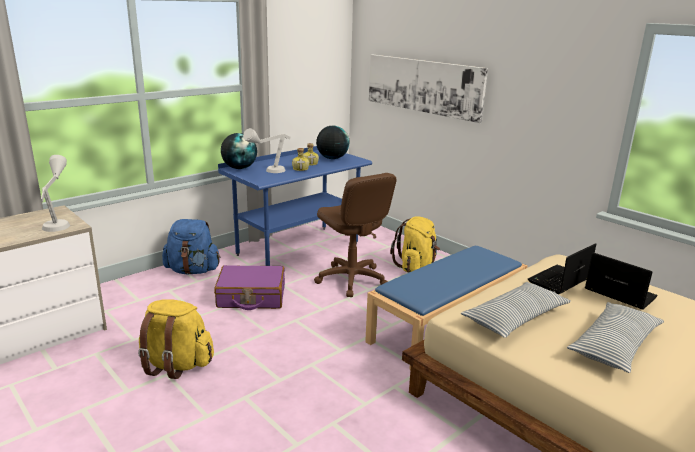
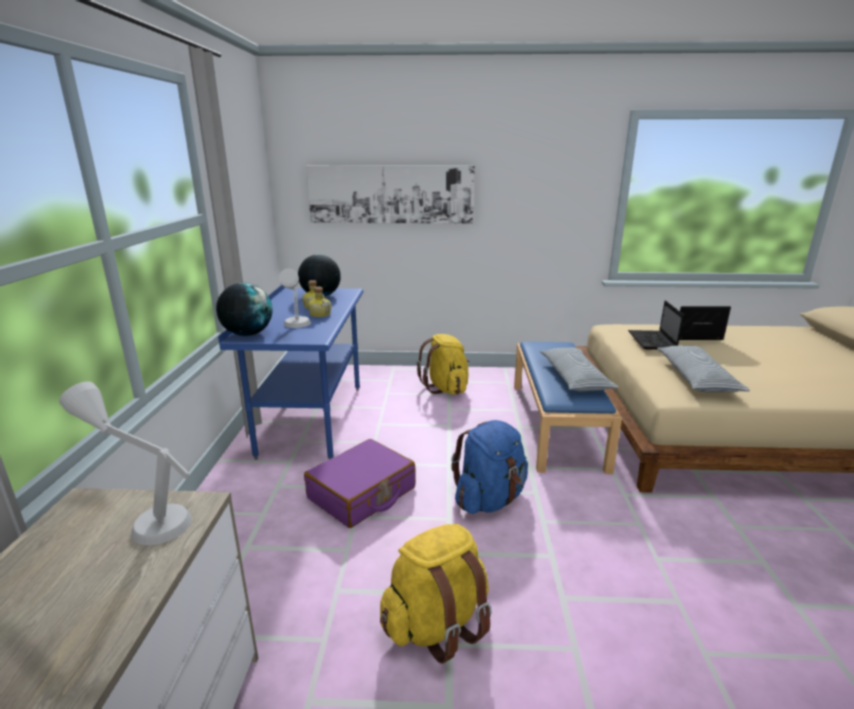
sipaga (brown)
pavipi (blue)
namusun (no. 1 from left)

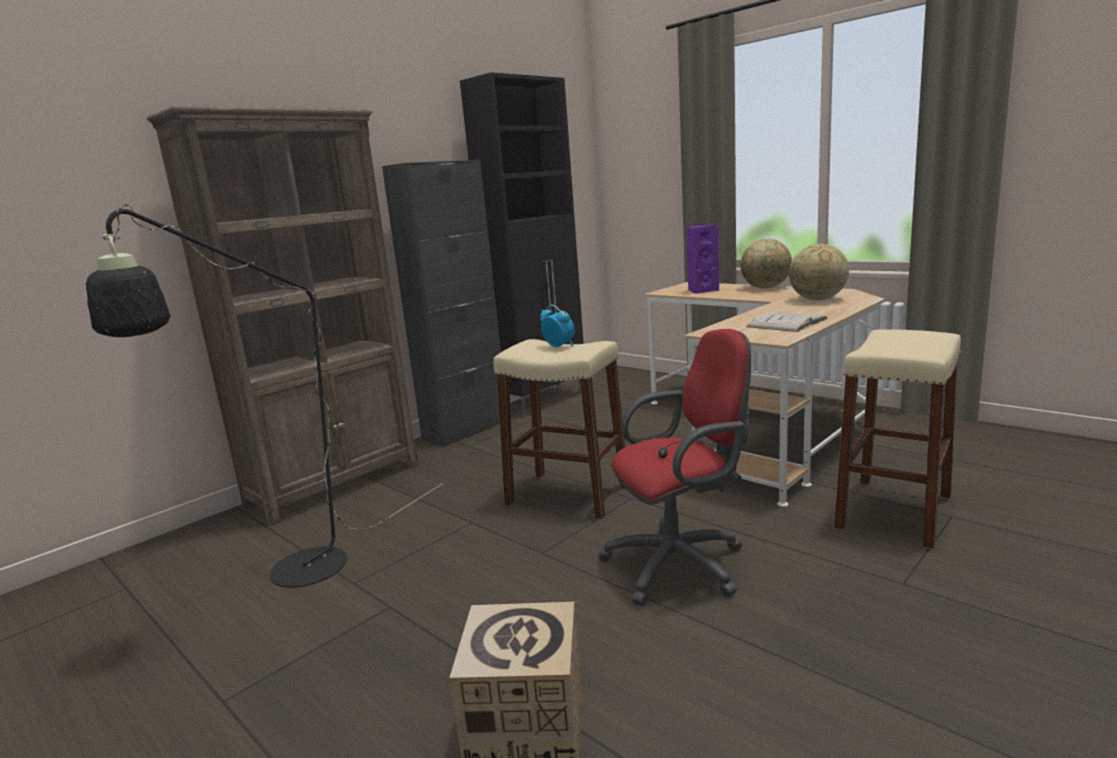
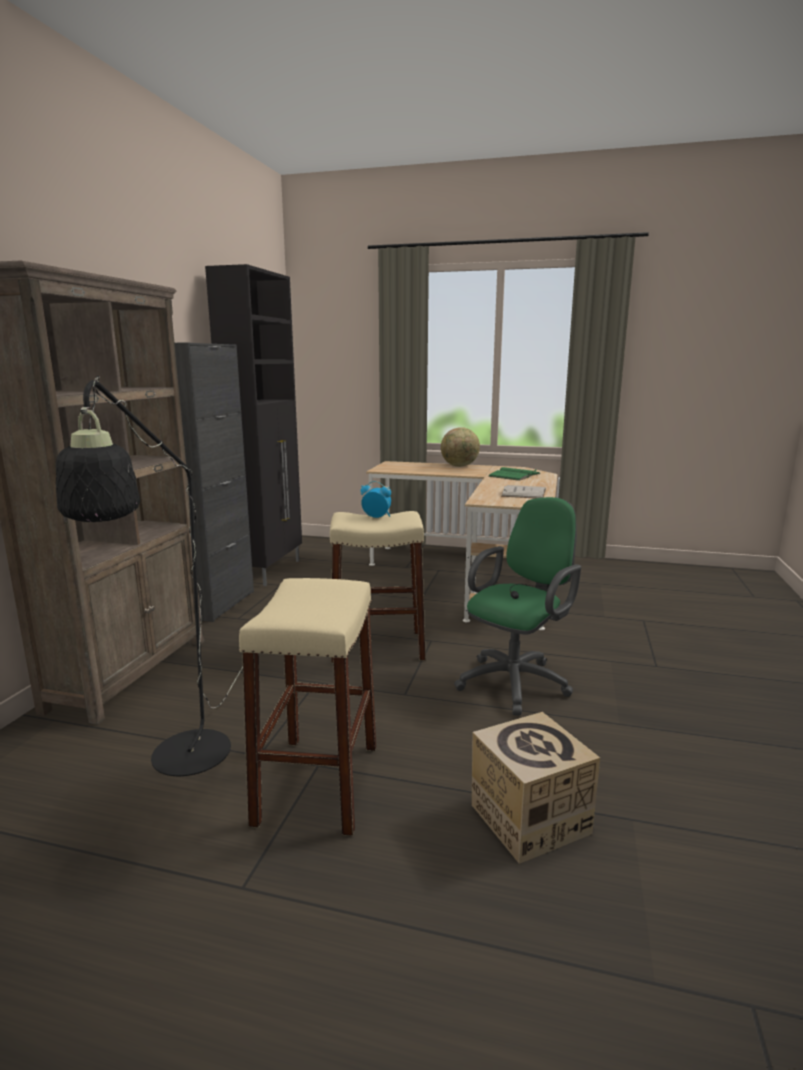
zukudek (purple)
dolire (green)
sipaga (green)
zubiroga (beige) (no. 1 from left)

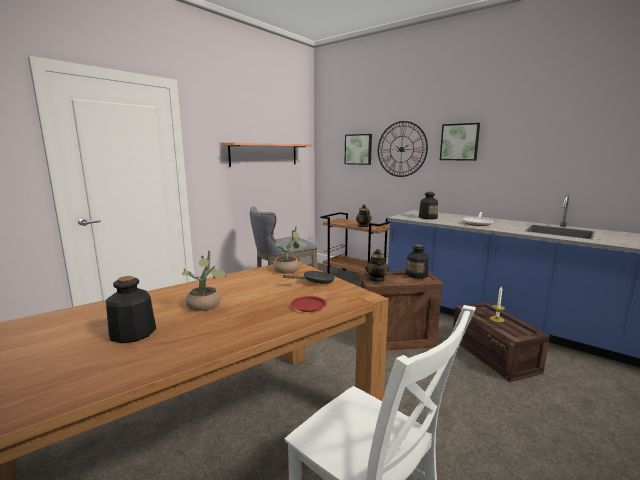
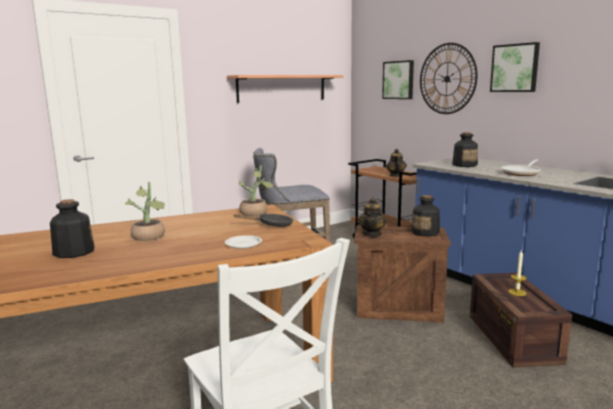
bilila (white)

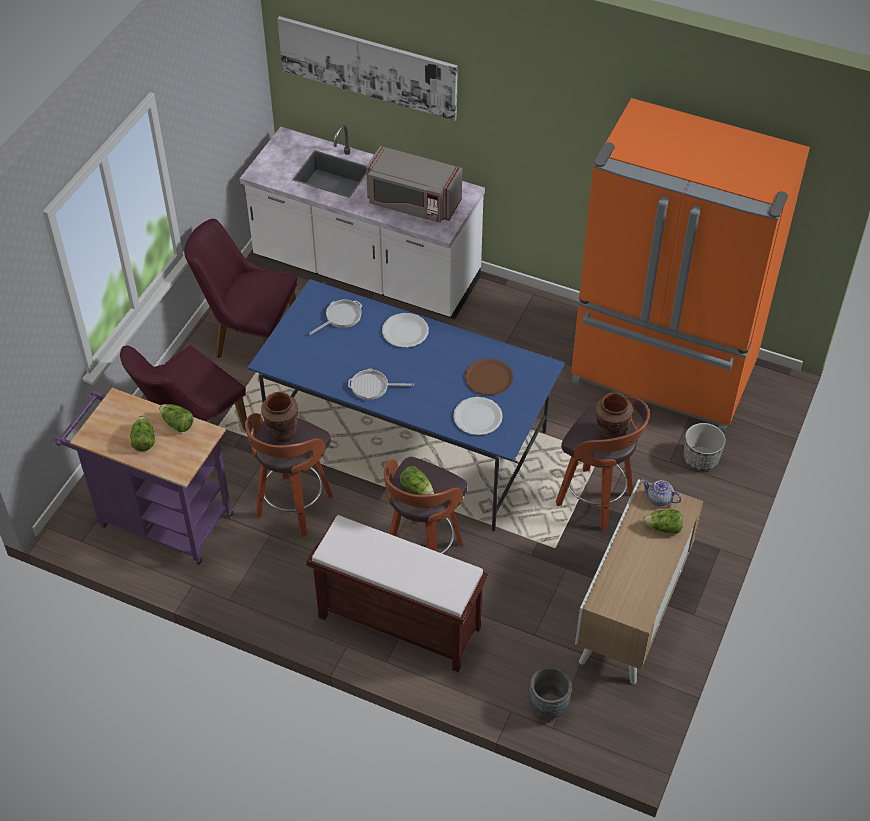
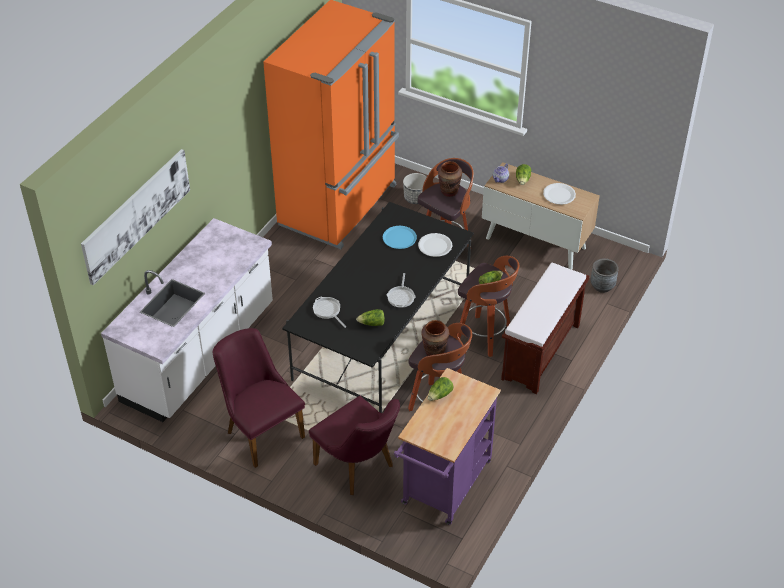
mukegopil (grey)
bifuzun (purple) (no. 1 from left)
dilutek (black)
bilila (white) (no. 2 from left)
bilila (blue)
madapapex (no. 1 from left)

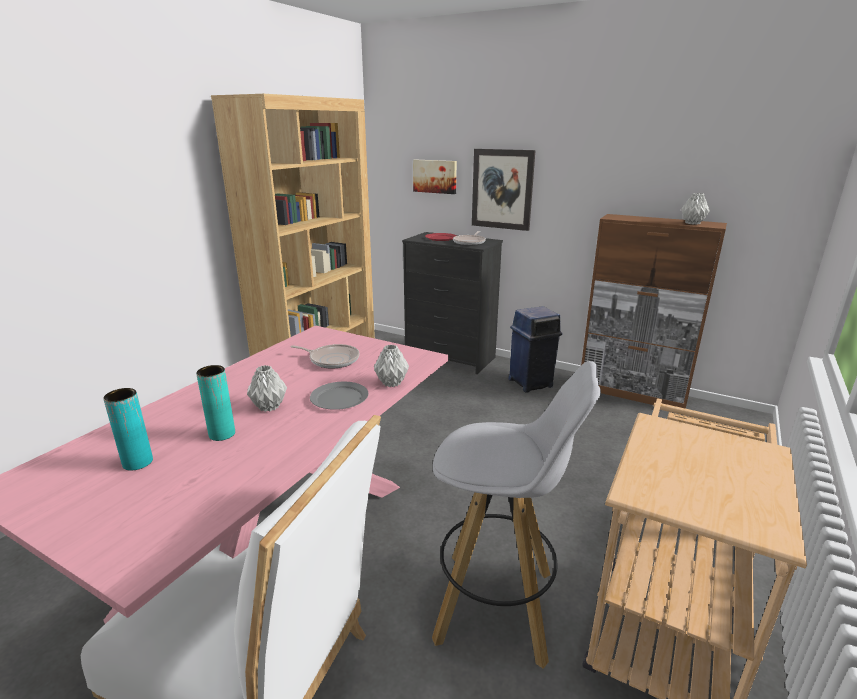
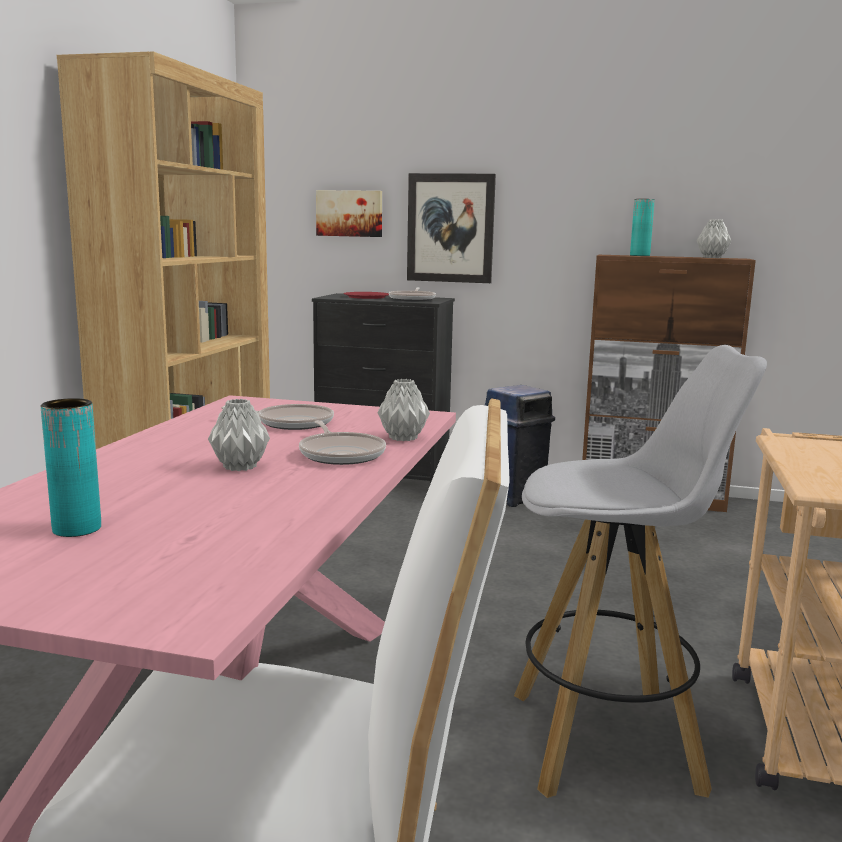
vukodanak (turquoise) (no. 2 from left)
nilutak (no. 2 from left)

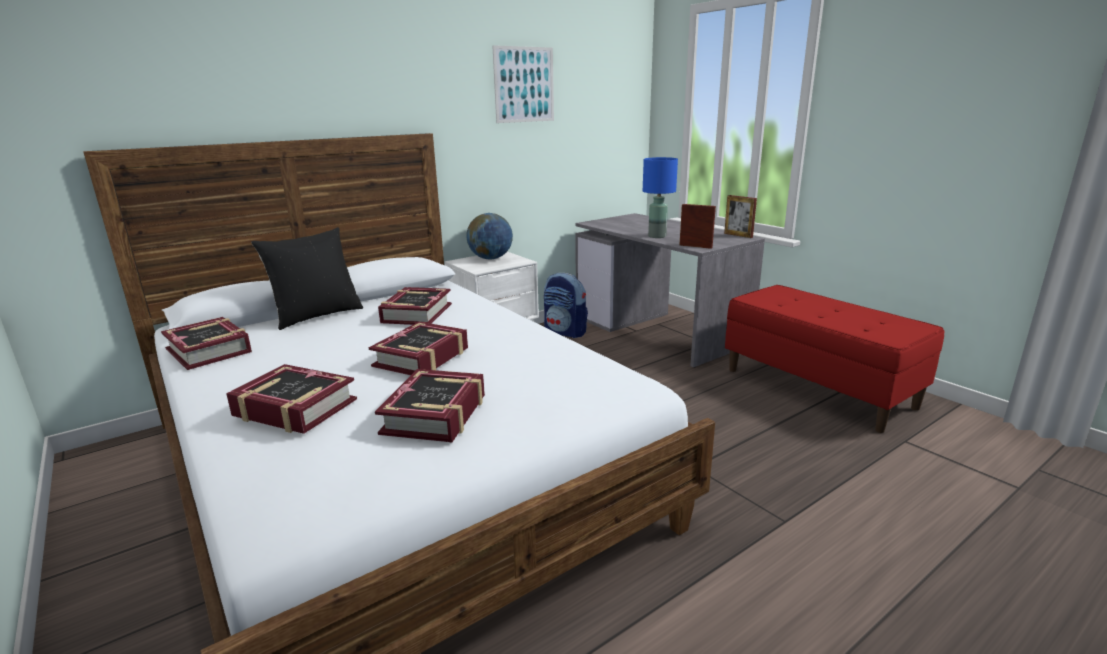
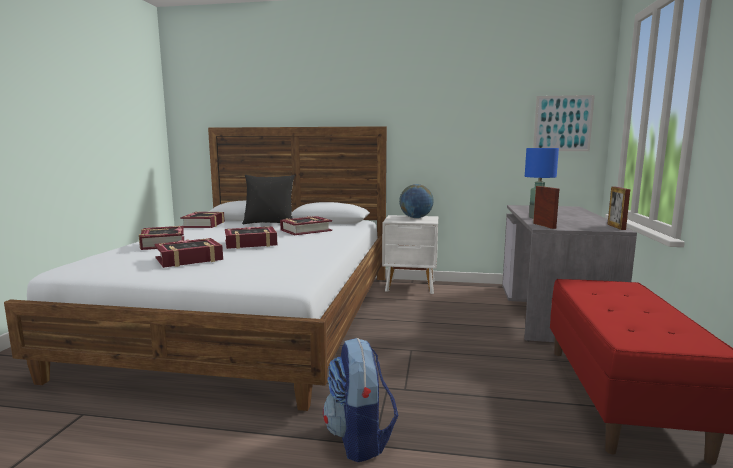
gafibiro
pavipi

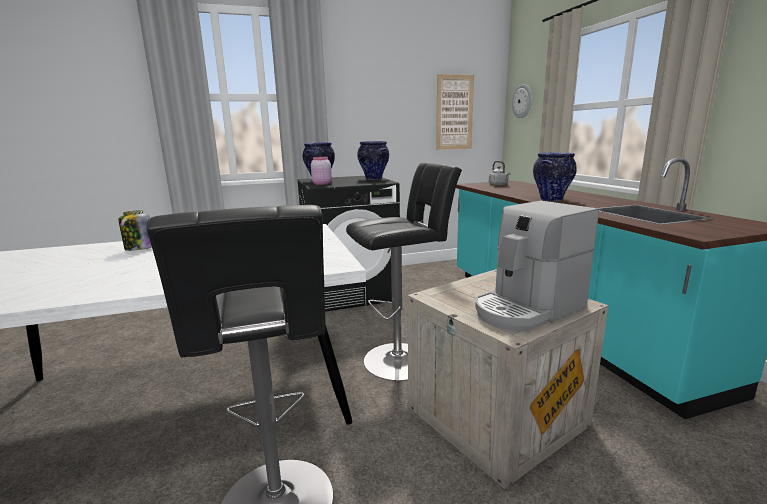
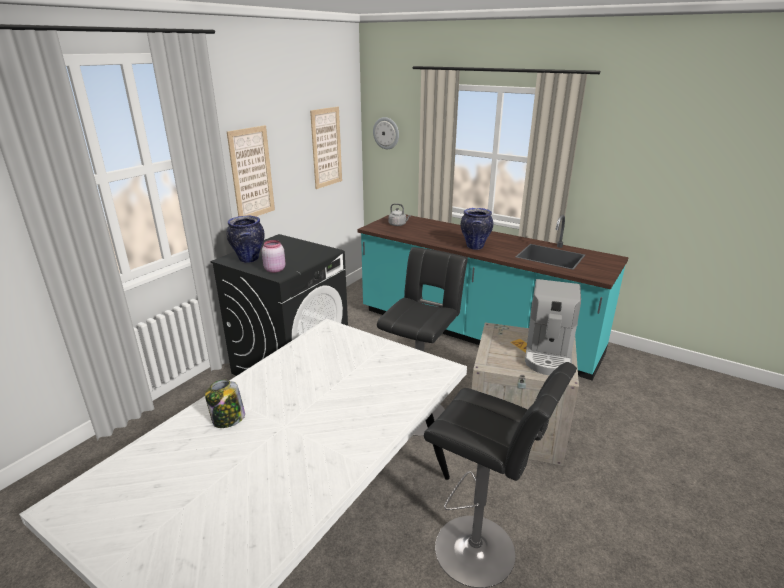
vukodanak (no. 2 from left in the first image)
gafibiro (no. 1 from left)

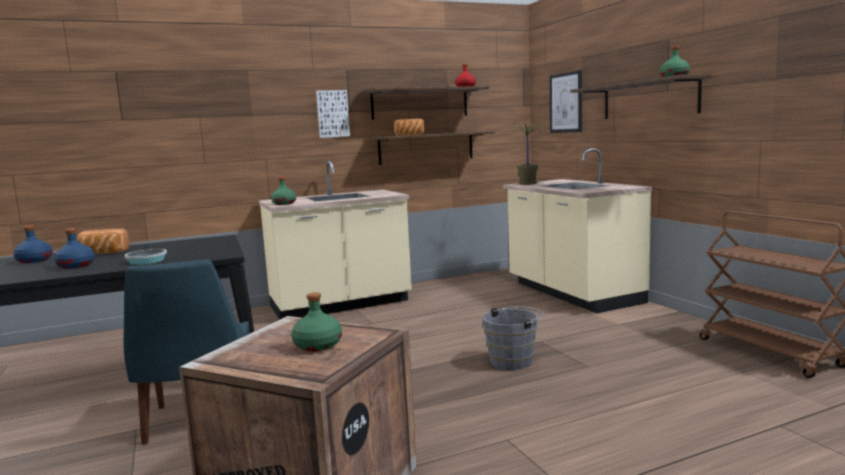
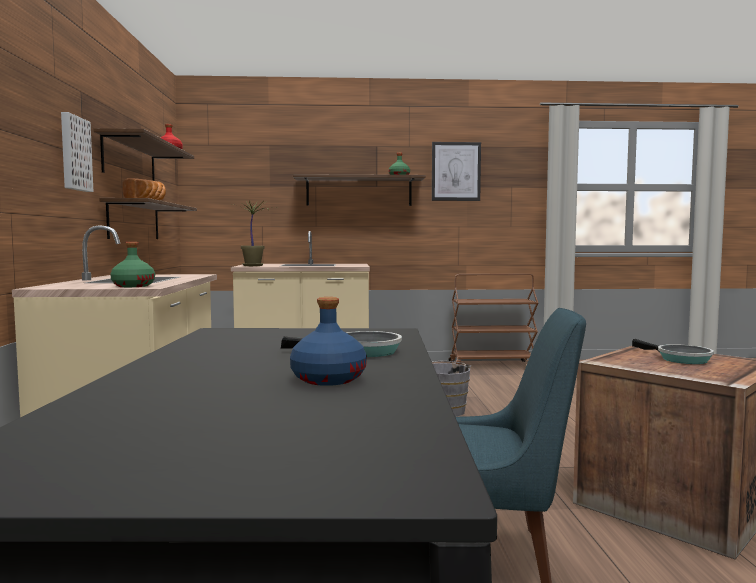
gafibiro (no. 2 from left)
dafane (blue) (no. 1 from left in the first image)
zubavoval (no. 1 from left in the first image)
nilutak (no. 2 from left)

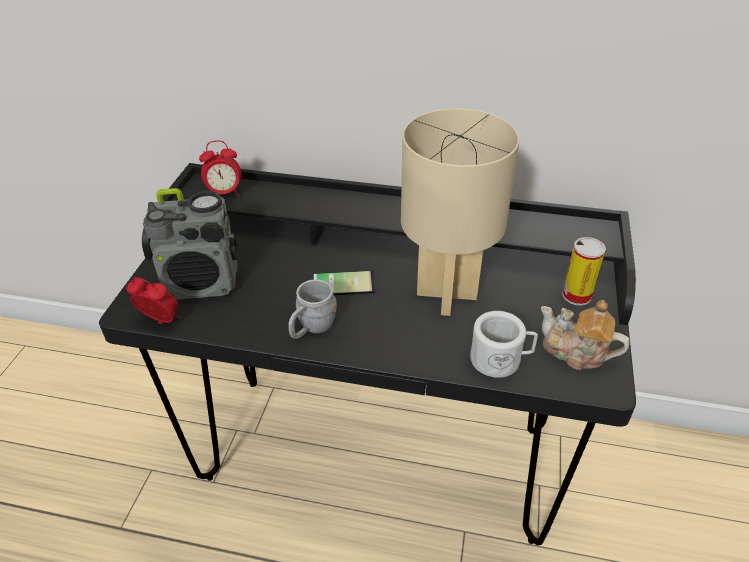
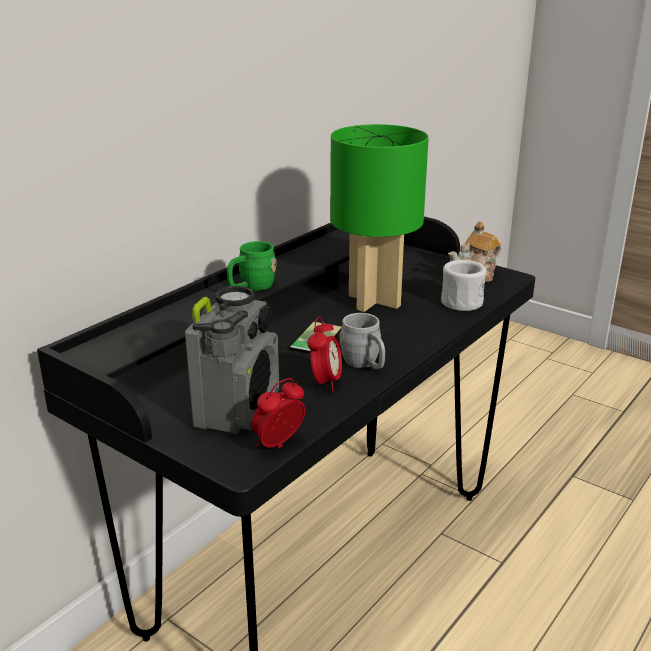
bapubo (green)
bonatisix (no. 2 from left)
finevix
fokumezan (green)

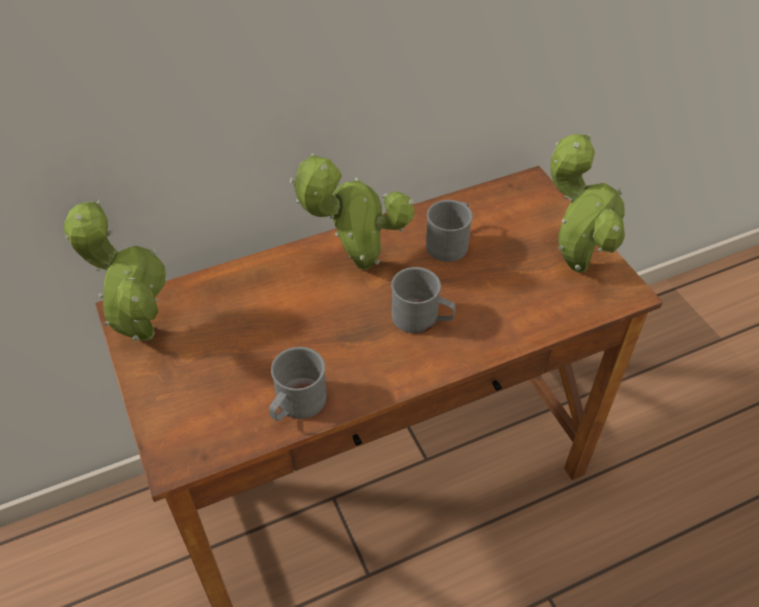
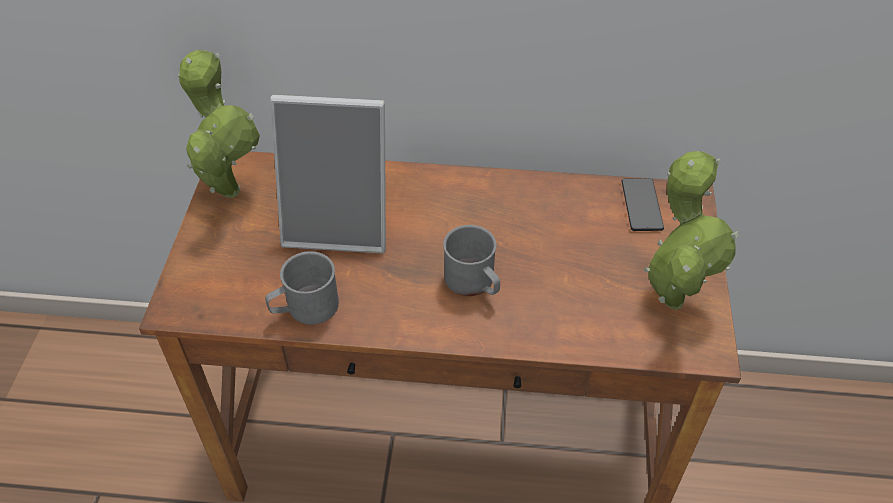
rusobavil (no. 2 from left in the first image)
fokumezan (grey) (no. 3 from left in the first image)
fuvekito
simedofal

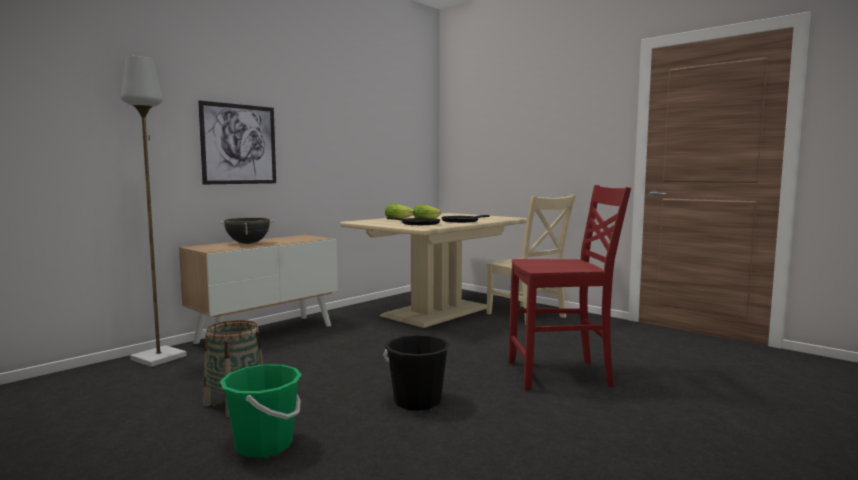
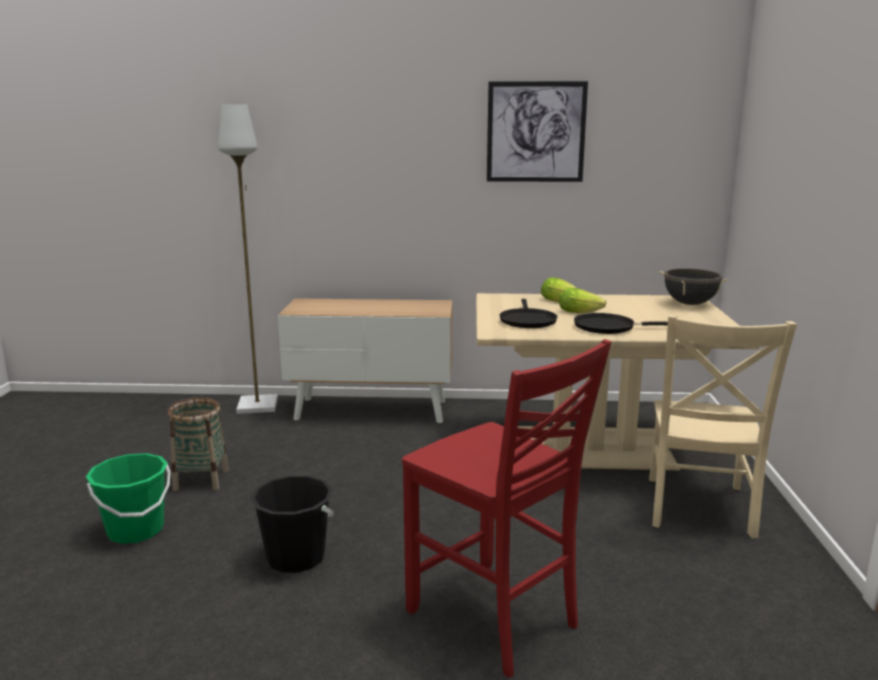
gafibiro
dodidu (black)

